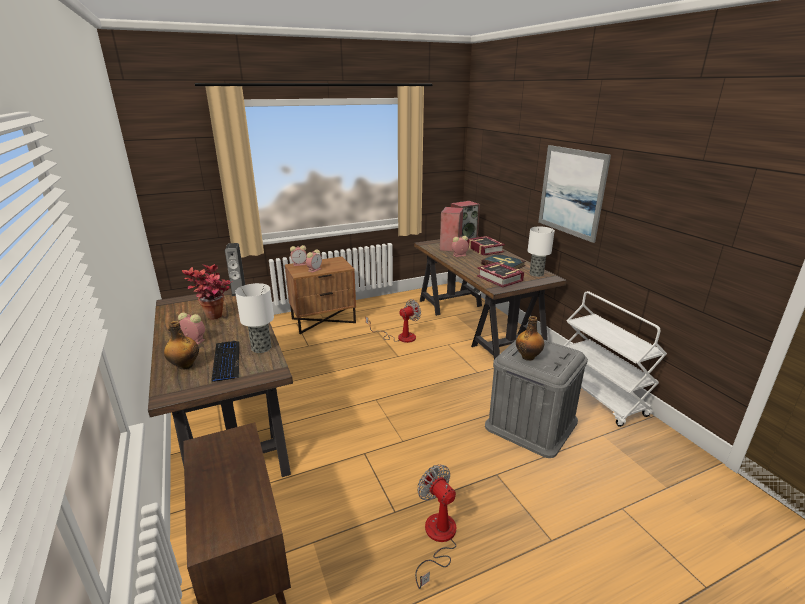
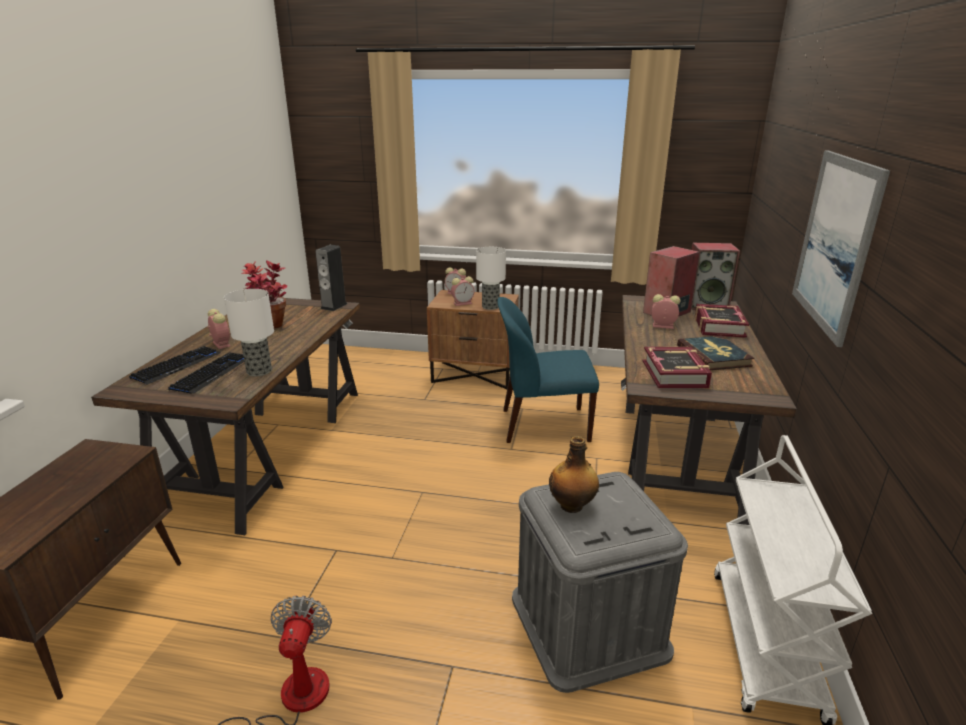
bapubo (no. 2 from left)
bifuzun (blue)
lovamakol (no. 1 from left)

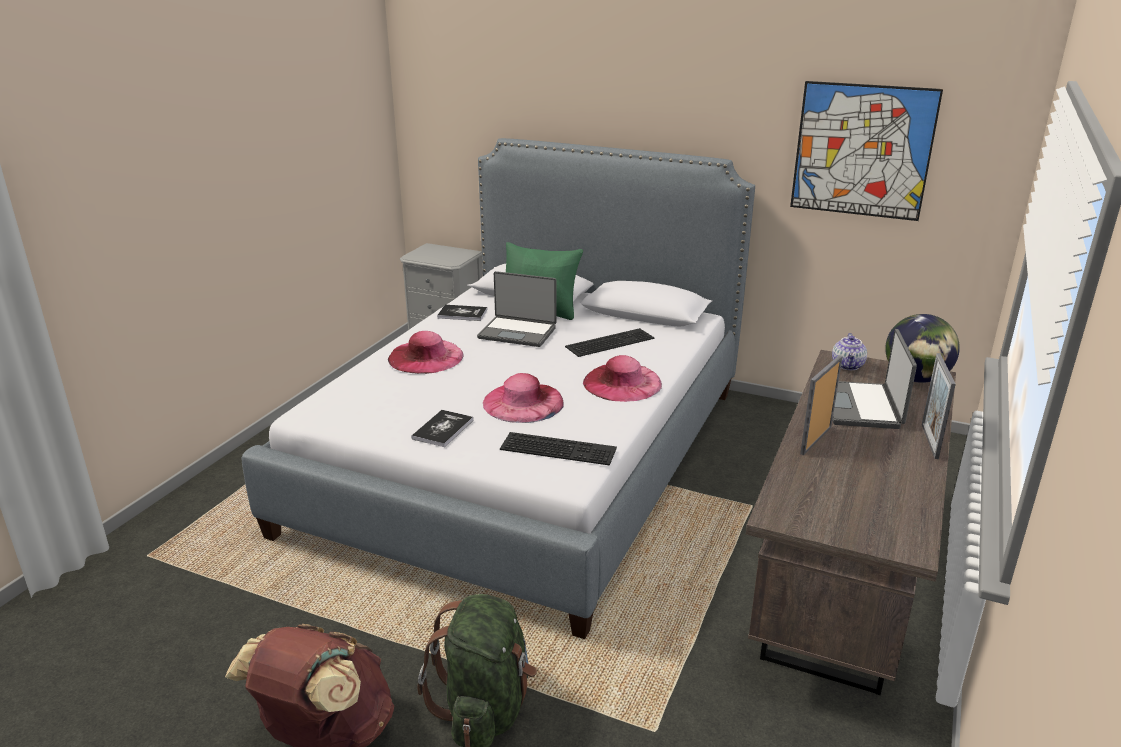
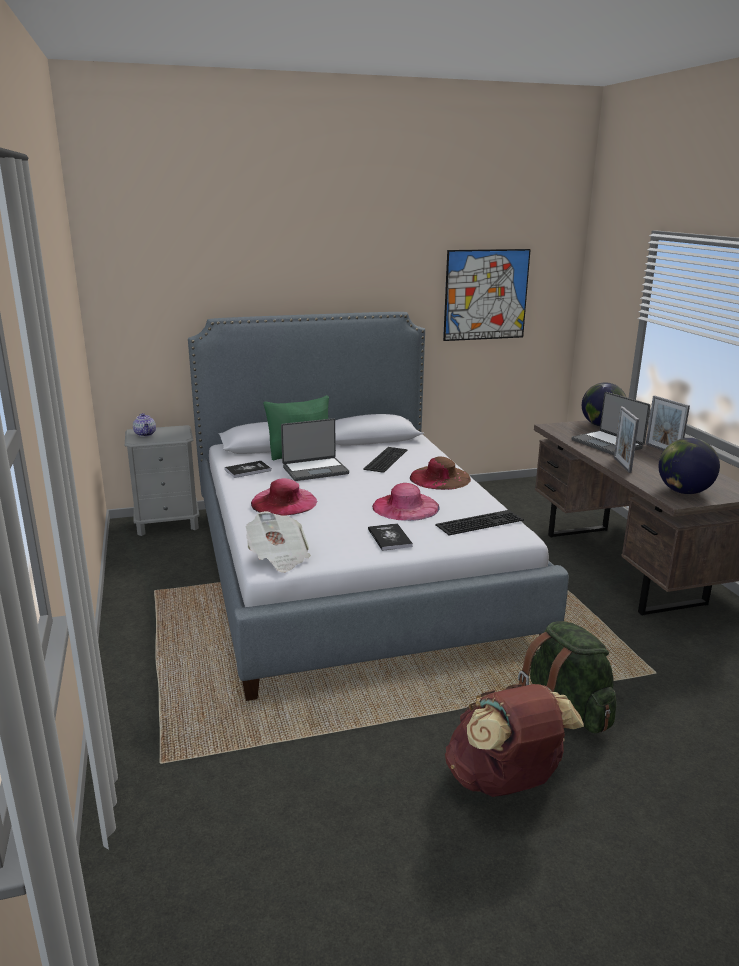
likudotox
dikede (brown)
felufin (no. 2 from left)
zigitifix

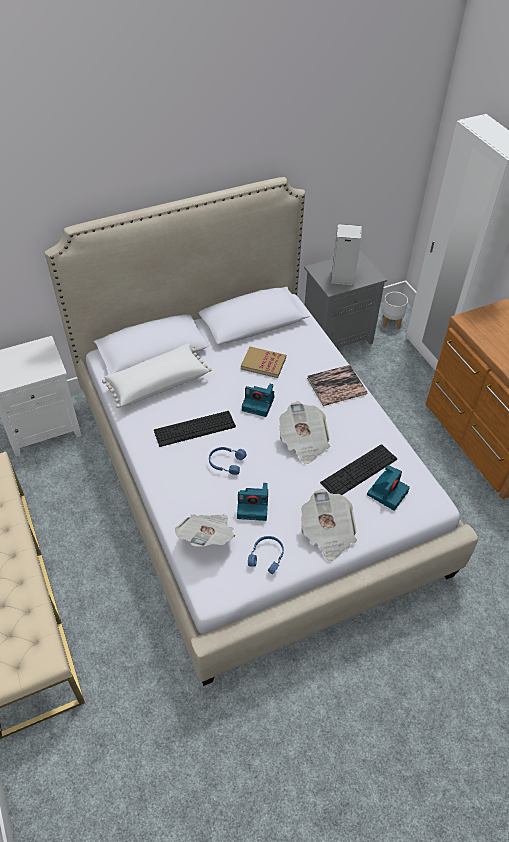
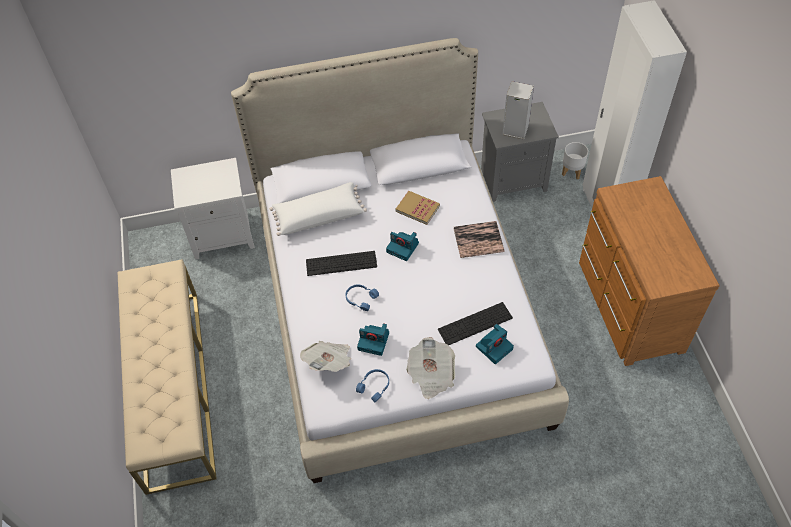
zigitifix (no. 2 from left in the first image)

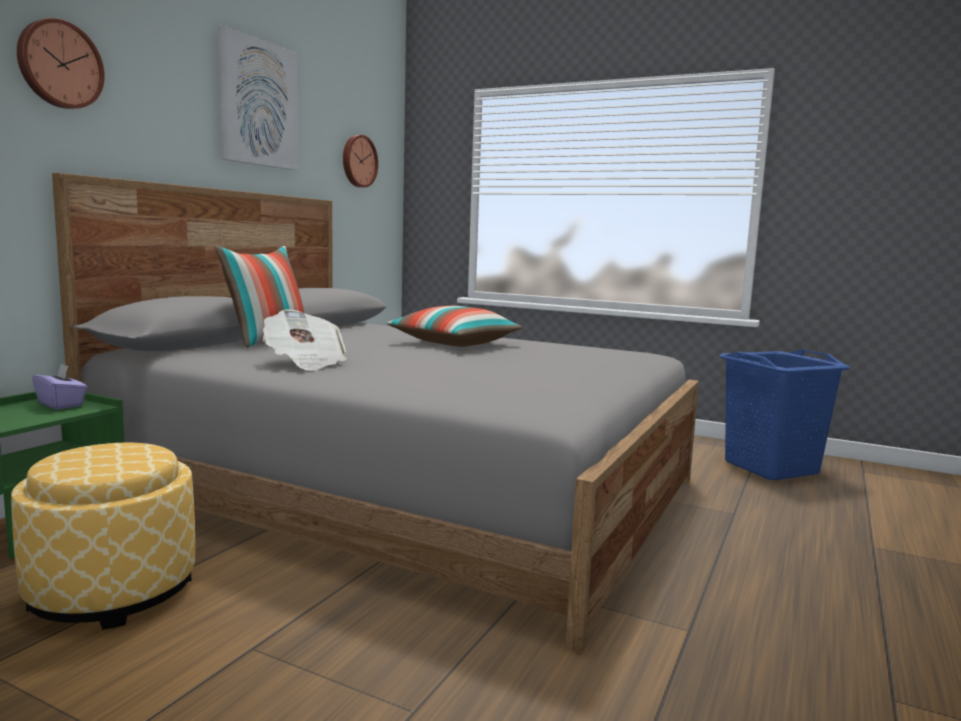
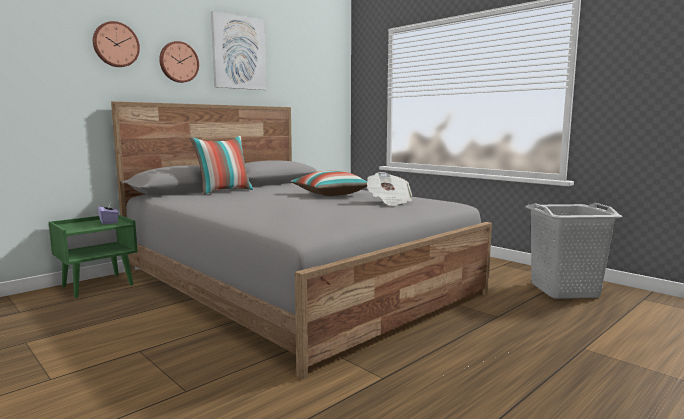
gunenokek (no. 2 from left)
zigitifix
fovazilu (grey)
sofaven

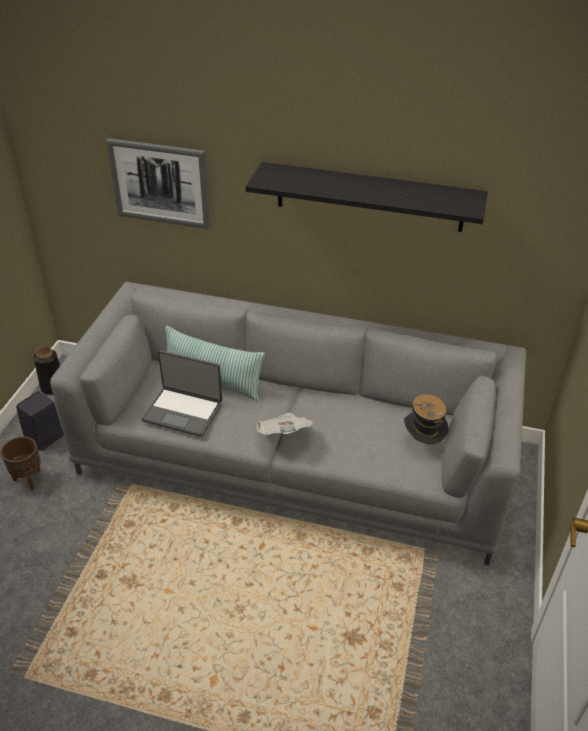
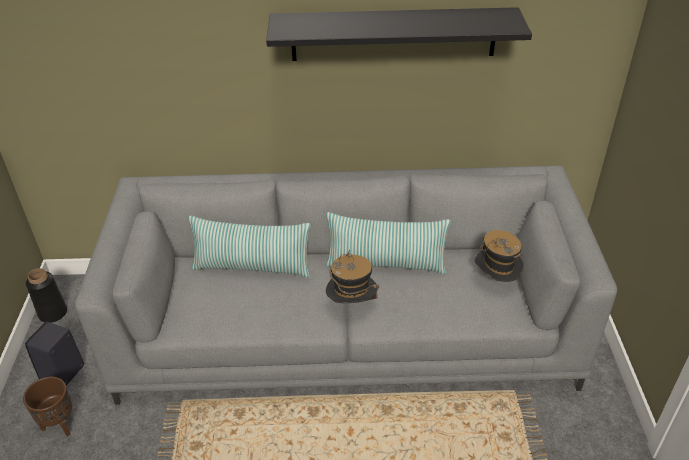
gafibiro
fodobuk
dikede (no. 1 from left)
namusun (no. 2 from left)

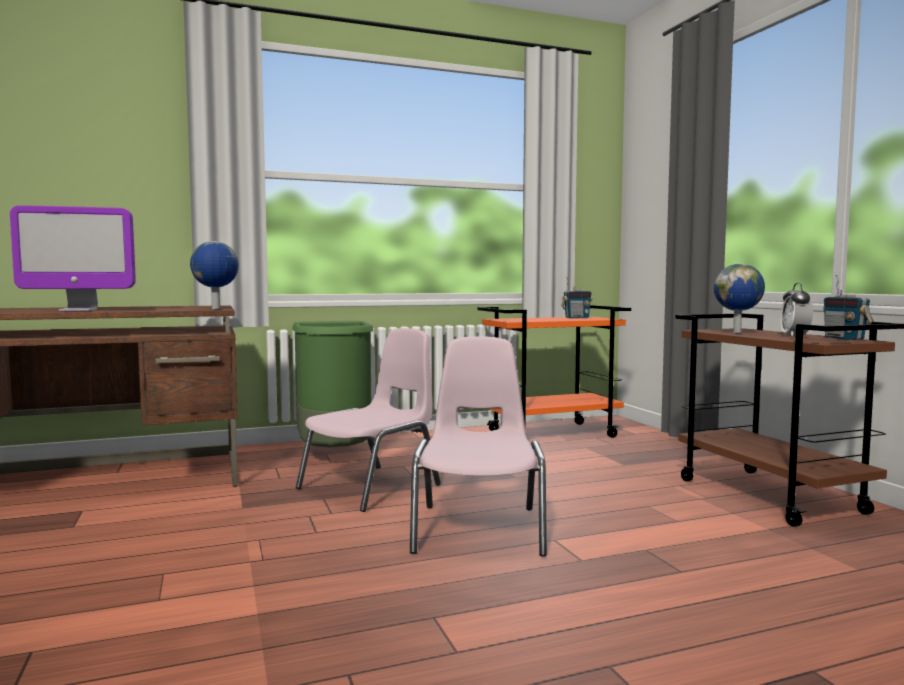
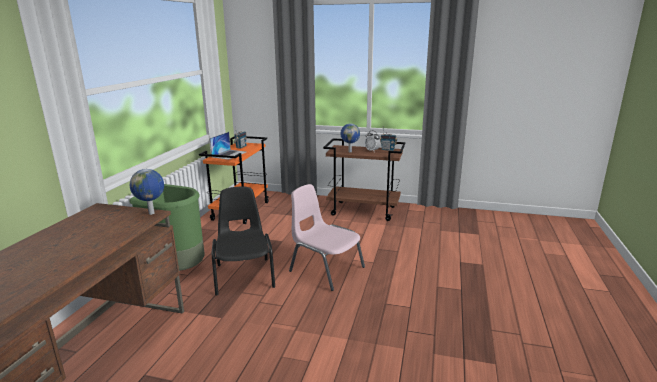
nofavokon
bifuzun (black)
fodobuk

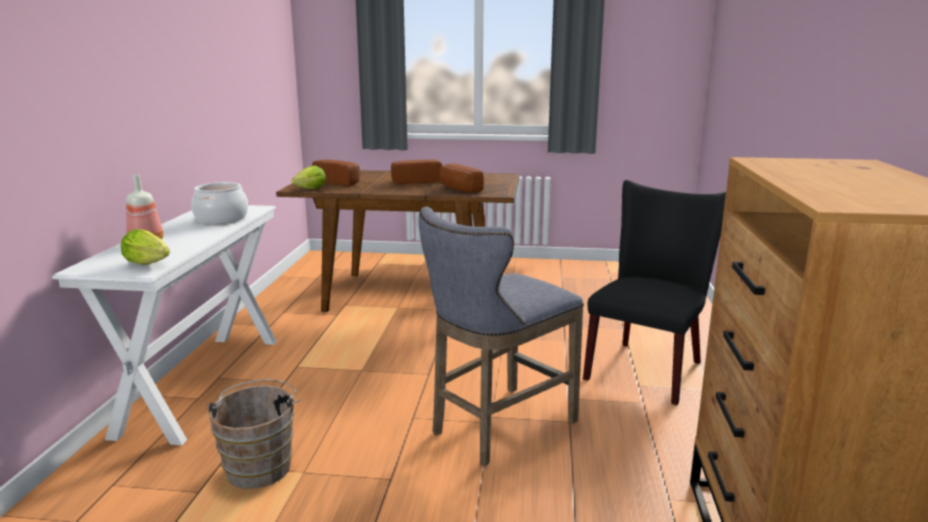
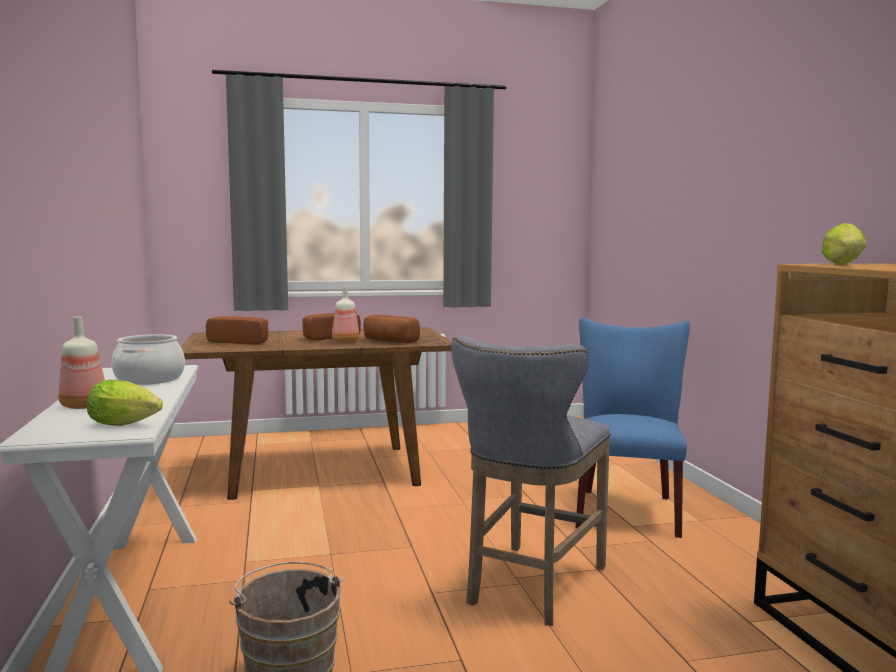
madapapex (no. 2 from left)
bifuzun (blue)
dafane (no. 2 from left)

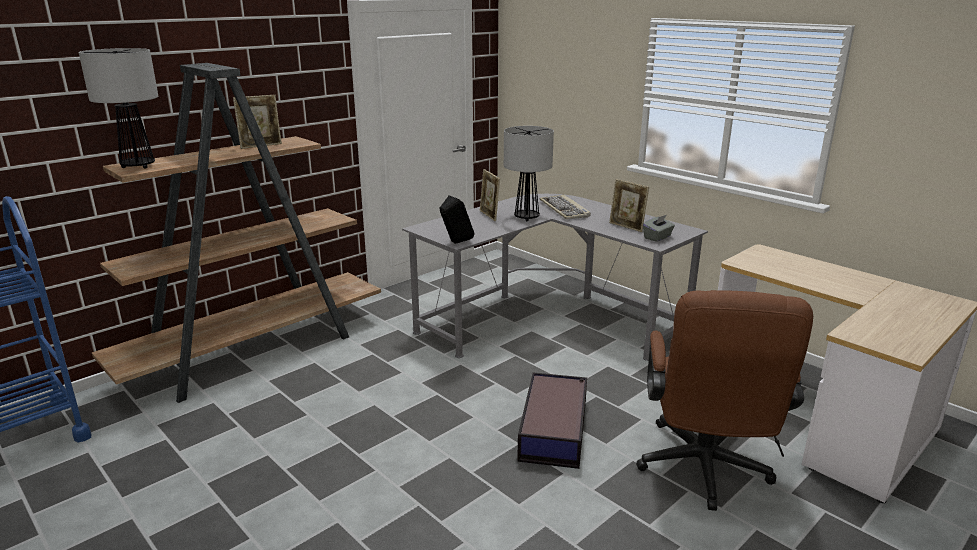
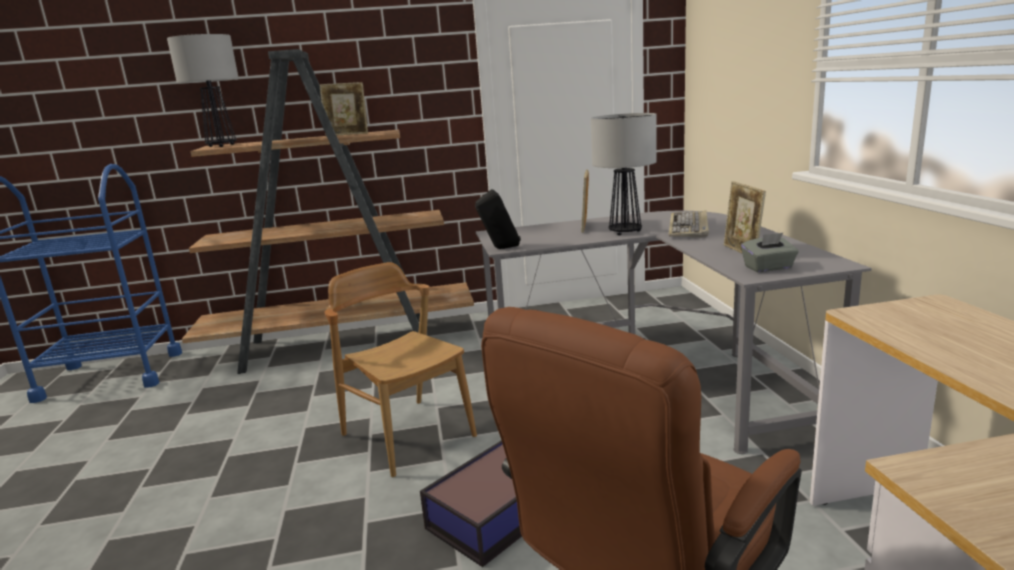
bifuzun (brown)

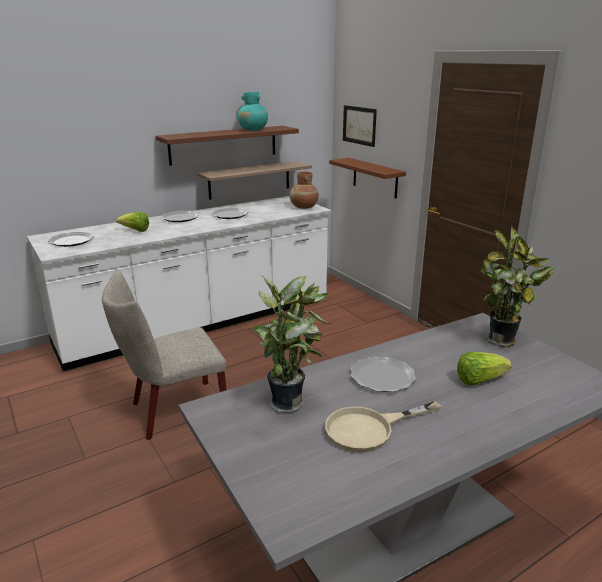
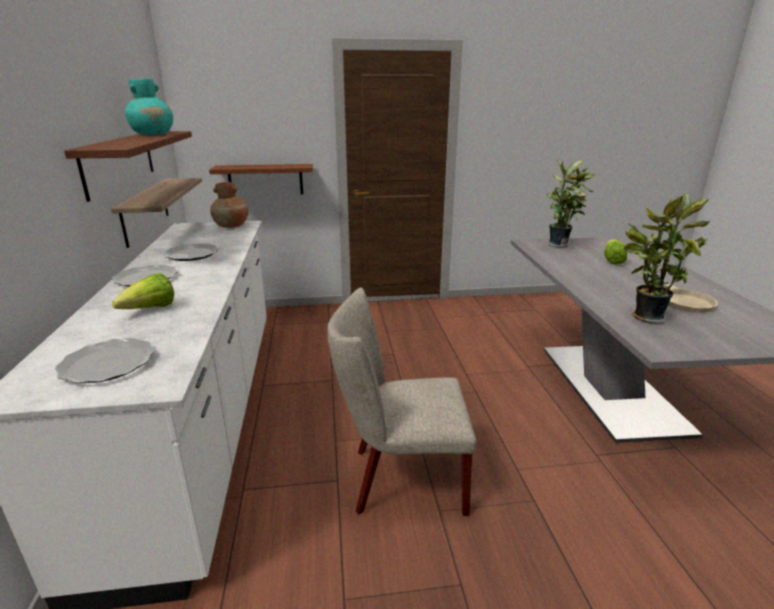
gafibiro
bifuzun (beige)
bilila (no. 4 from left in the first image)

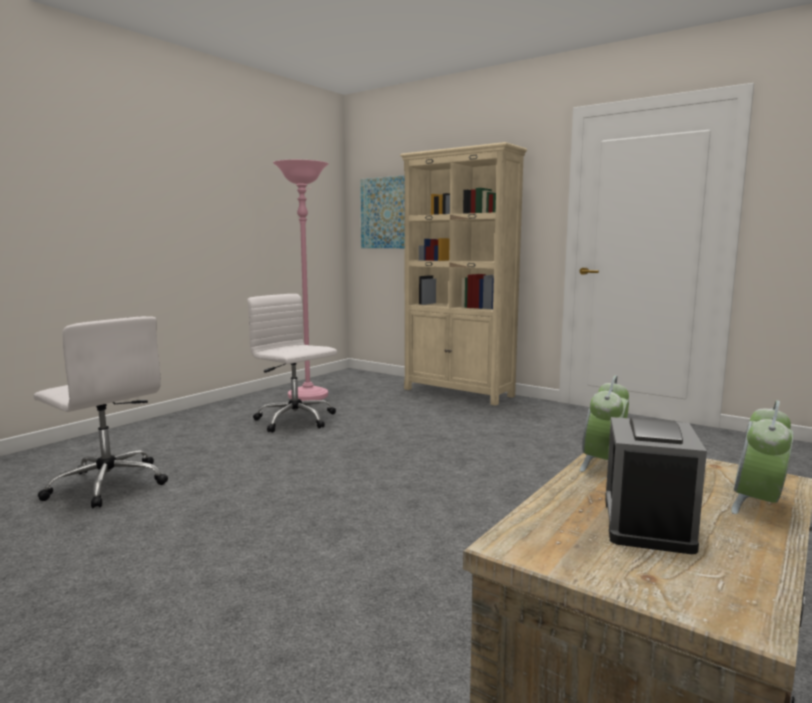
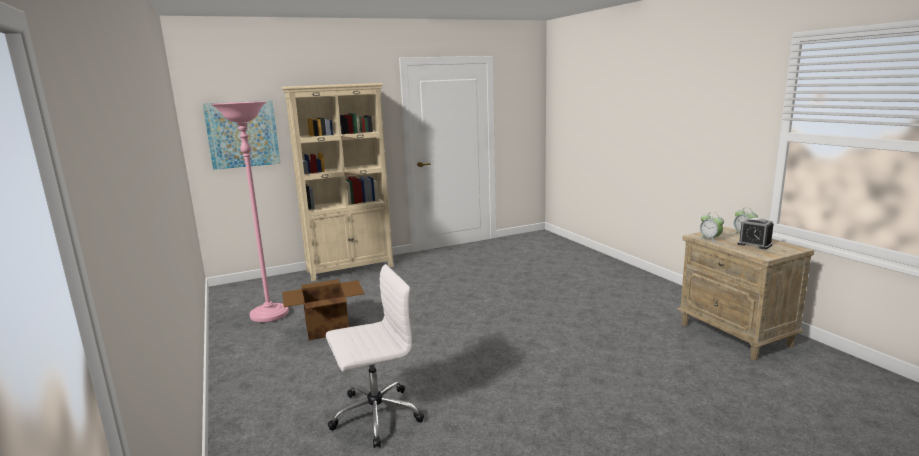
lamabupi

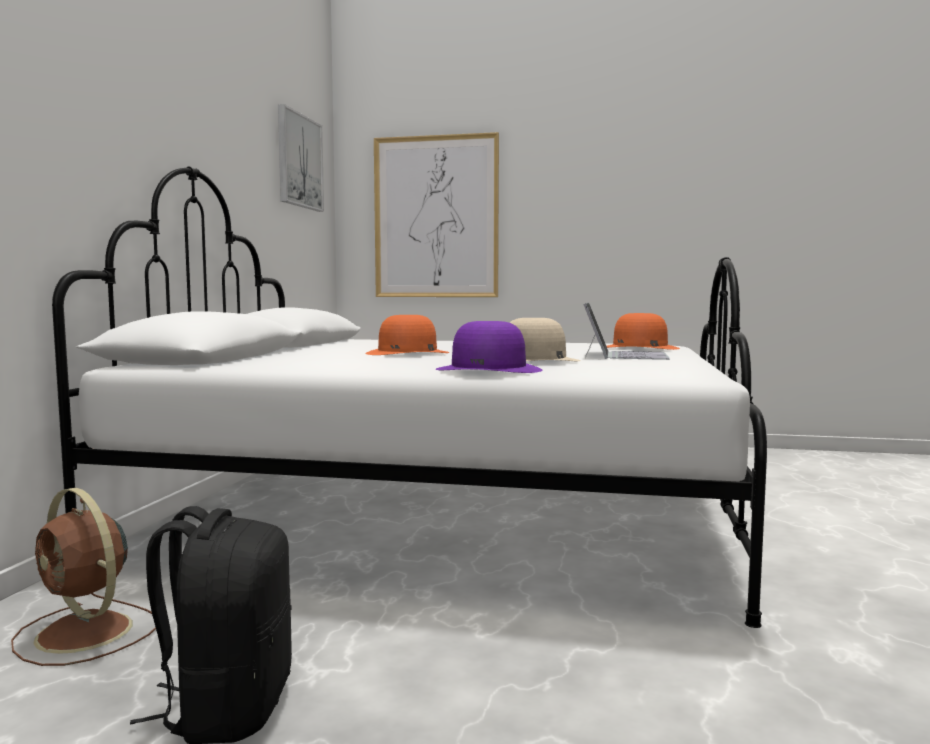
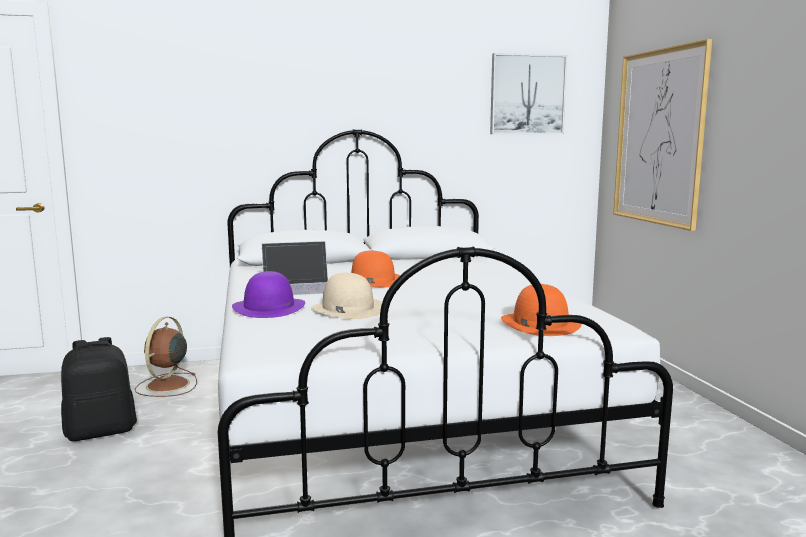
fodobuk

